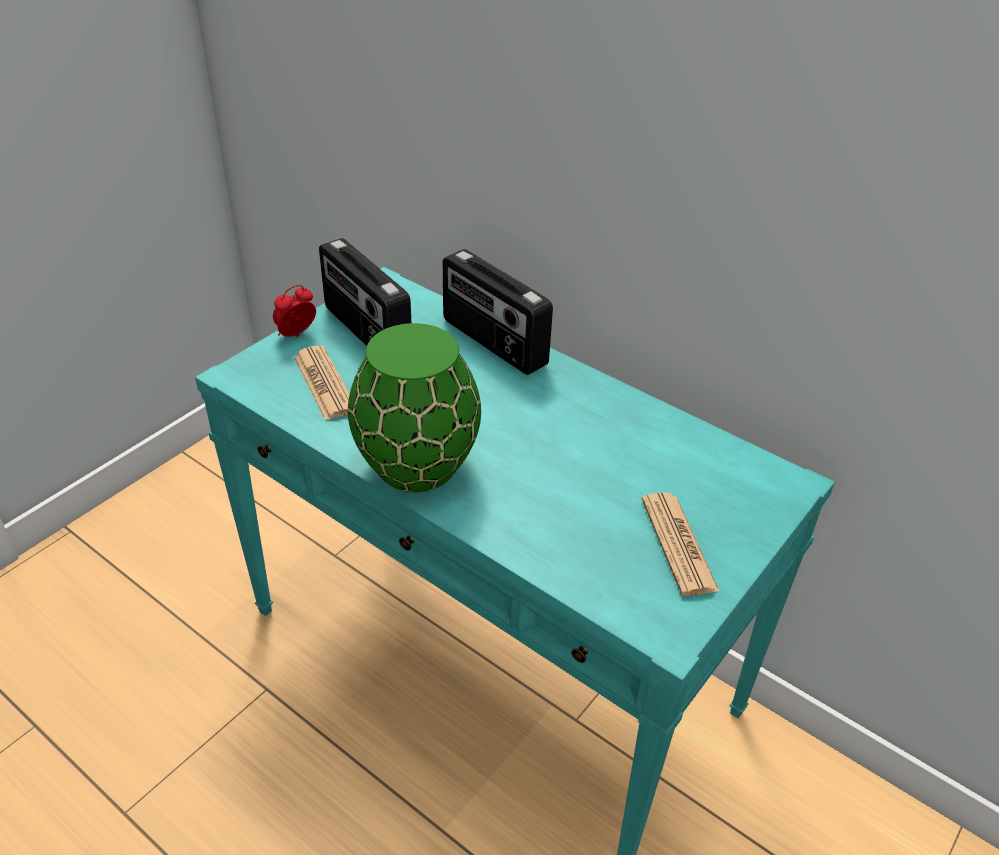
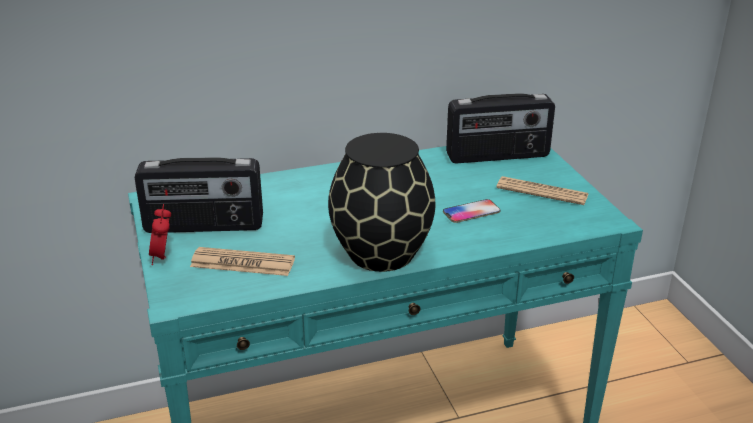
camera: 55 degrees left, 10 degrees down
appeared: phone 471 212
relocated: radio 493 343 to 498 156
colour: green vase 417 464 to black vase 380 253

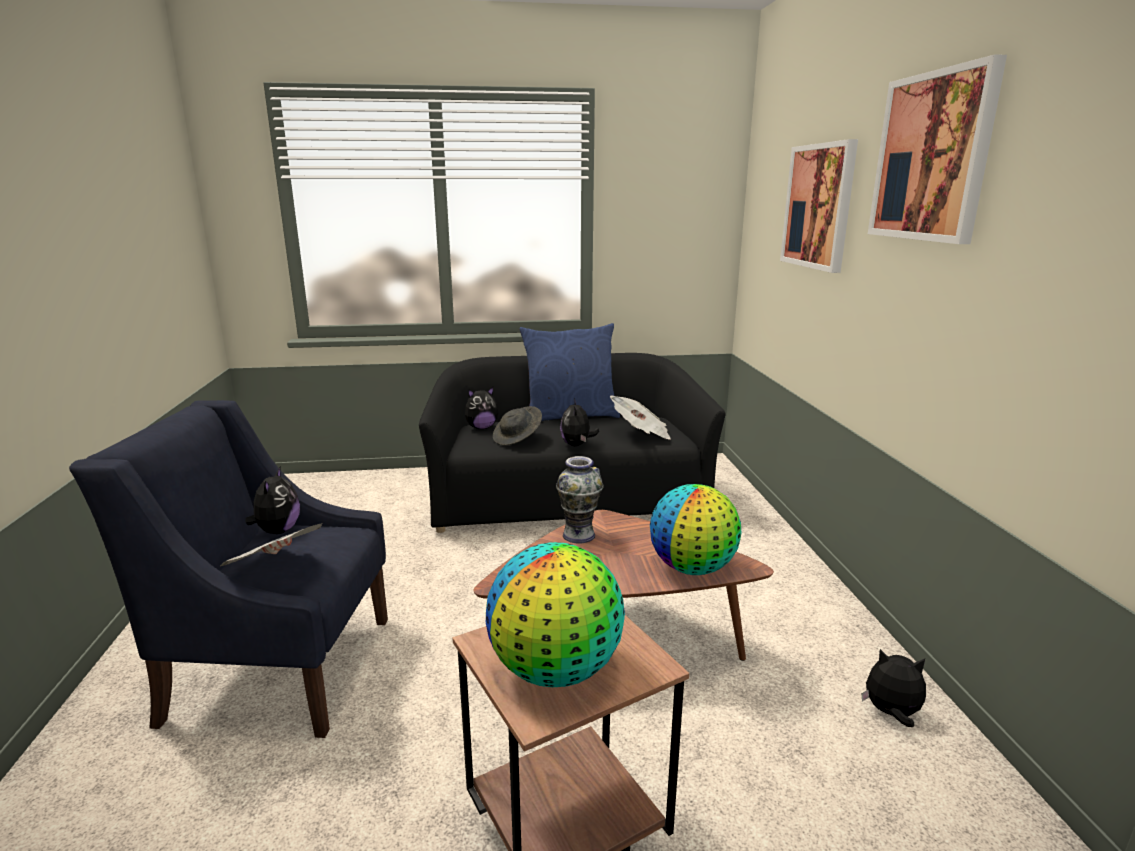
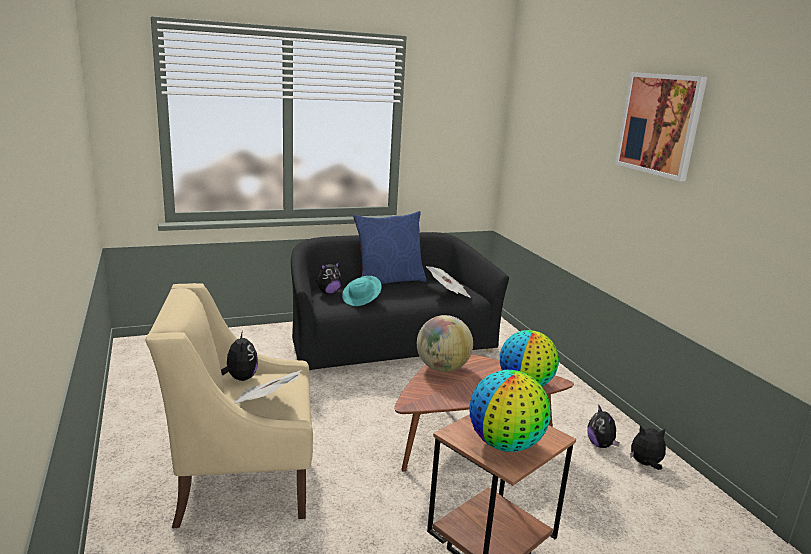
camera: 15 degrees left, 0 degrees up
missing: picture 819 206
relocated: plush toy 577 445 to 601 445
exchanged: vase 578 535 to globe 442 368
colour: blue armchair 279 667 to beige armchair 242 478; grey hat 517 438 to turquoise hat 361 300

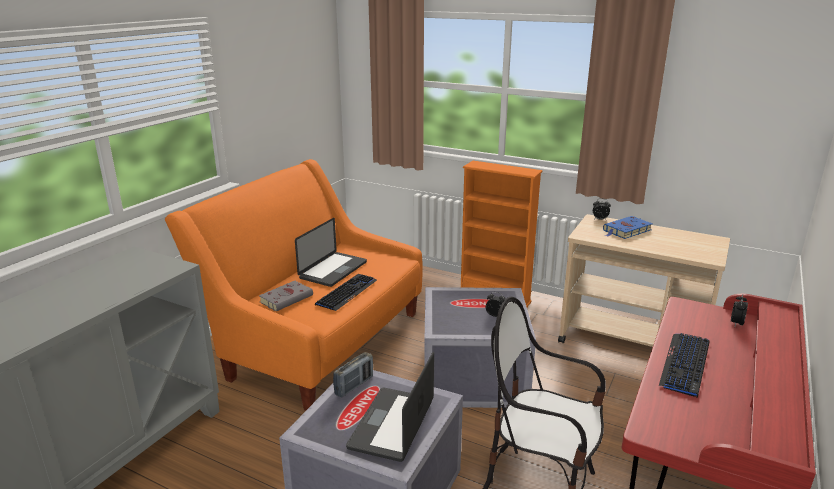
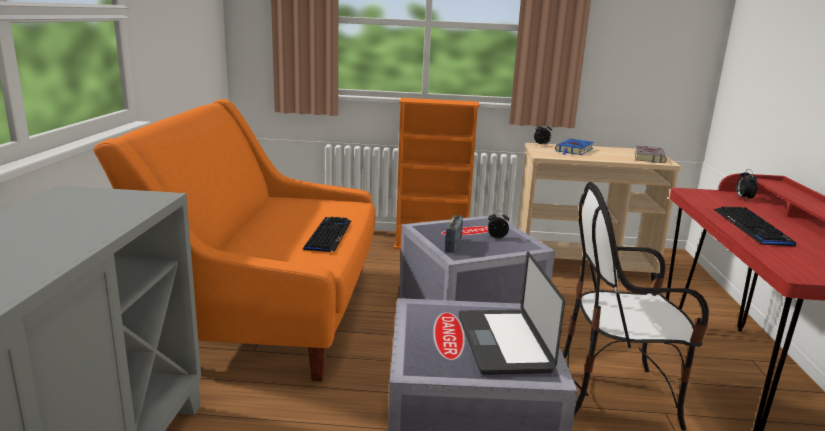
camera: 25 degrees left, 5 degrees down
missing: laptop 333 270
relocated: grey book 287 298 to 648 157; radio 354 386 to 453 245

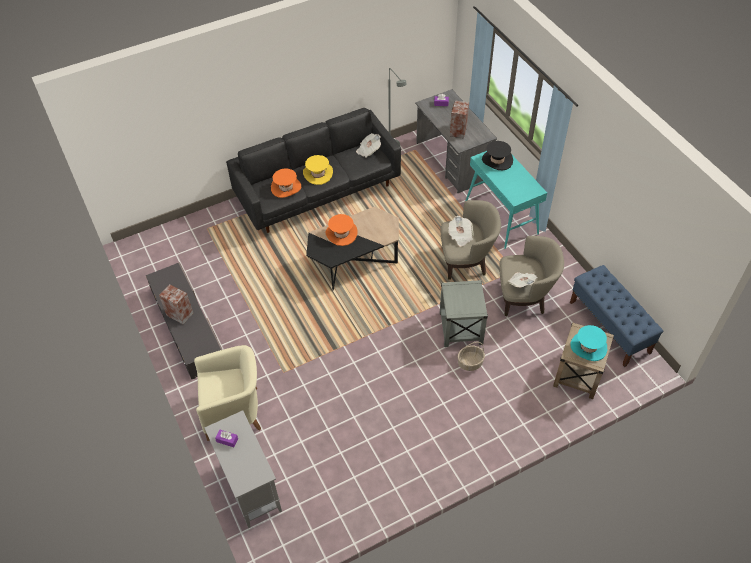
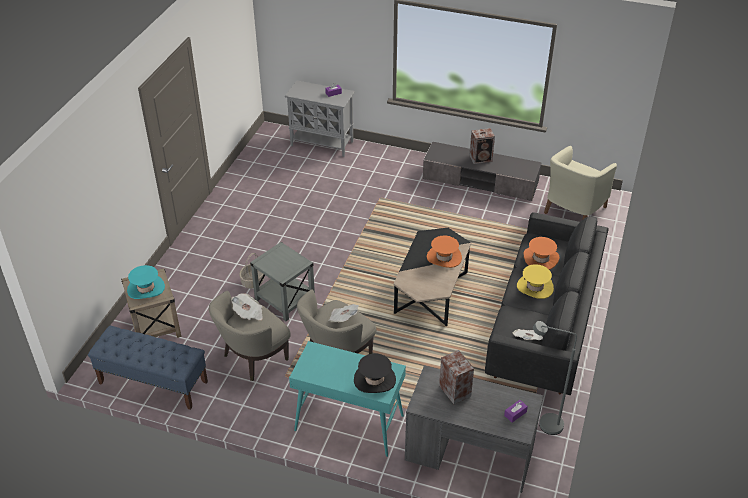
camera: 135 degrees right, 10 degrees down
relocated: beige armchair 234 412 to 573 210

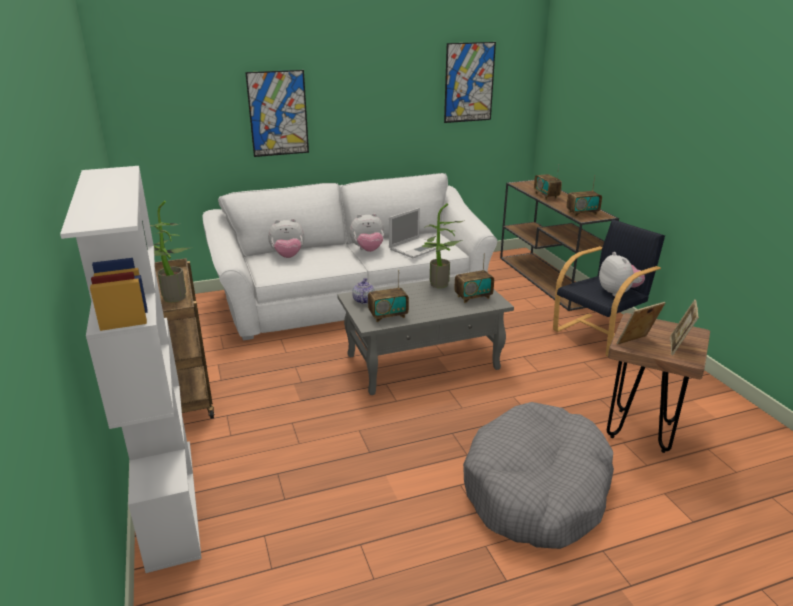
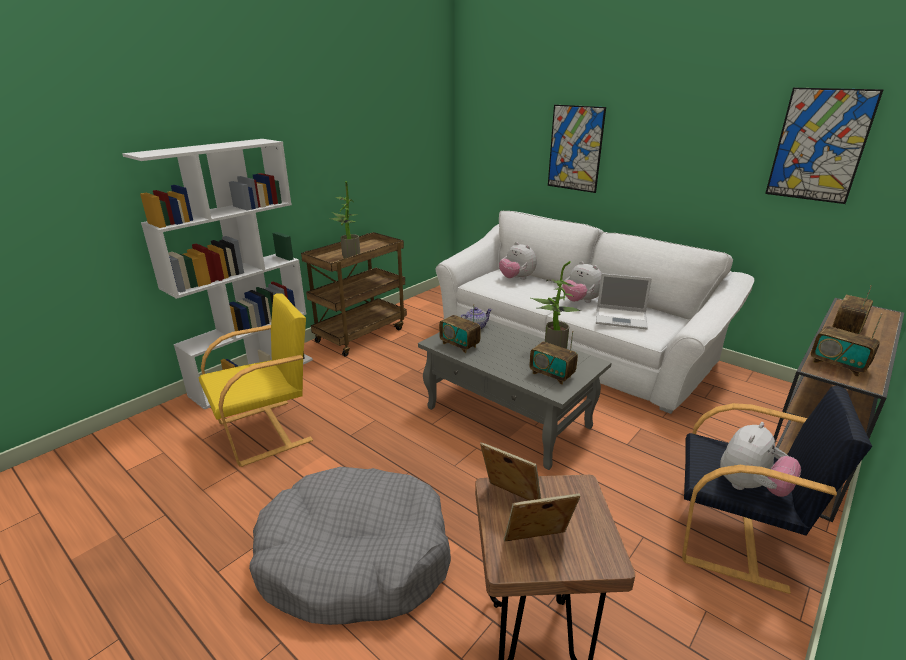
camera: 60 degrees right, 0 degrees up
appeared: yellow armchair 267 431

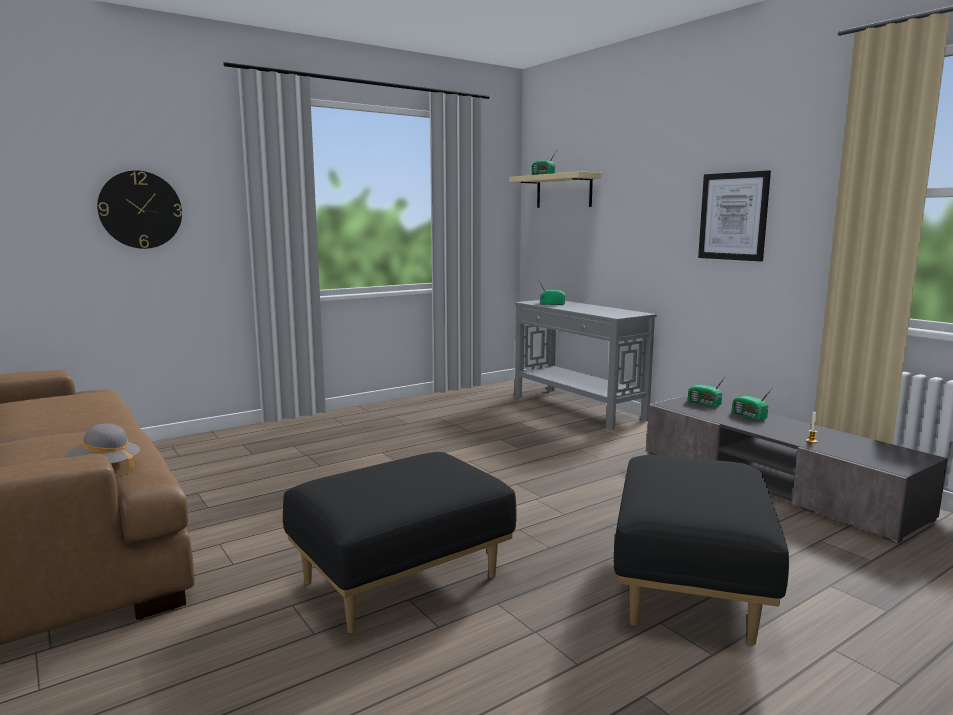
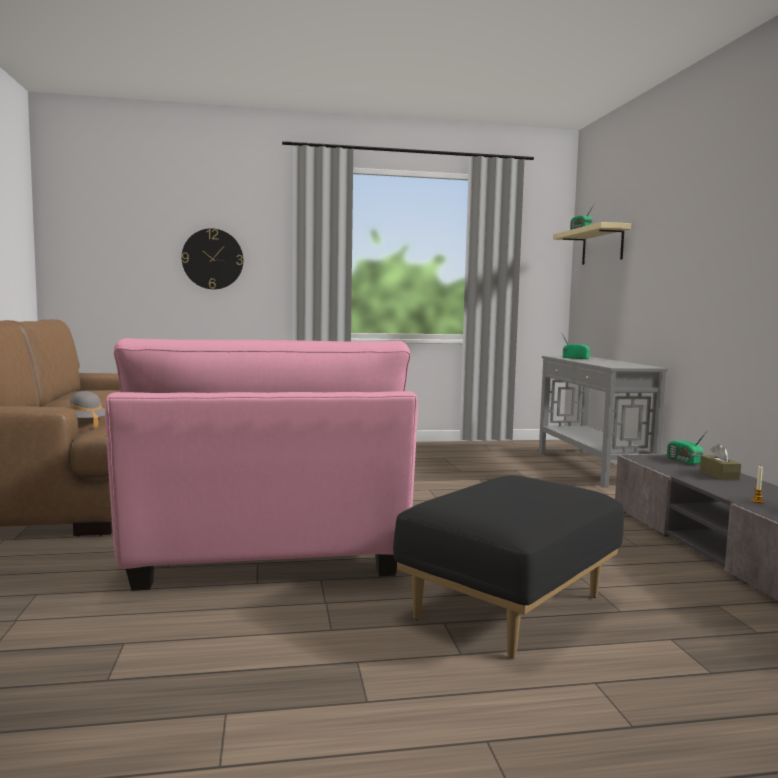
camera: 25 degrees right, 5 degrees down
missing: picture 733 216
exchanged: black ottoman 401 581 to pink armchair 266 552; radio 749 416 to brown tissue box 719 475

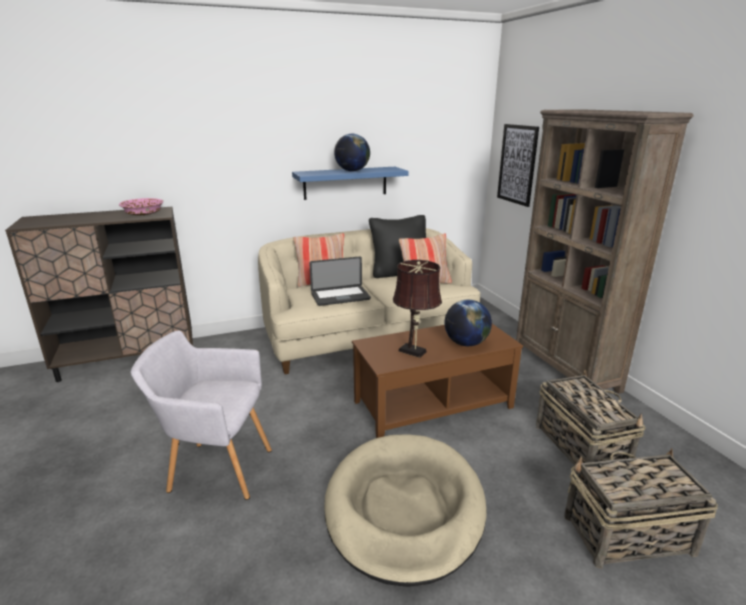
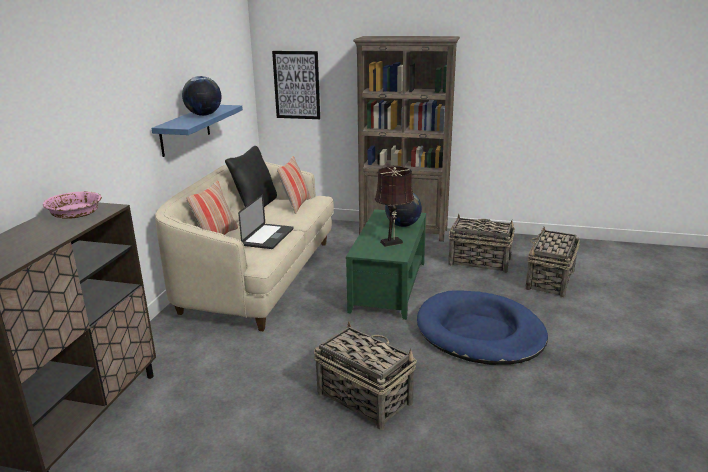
camera: 55 degrees left, 0 degrees up
exchanged: grey armchair 216 468 to basket 363 397
colour: beige dog bed 404 508 to blue dog bed 479 332; brown coffee table 433 404 to green coffee table 388 286

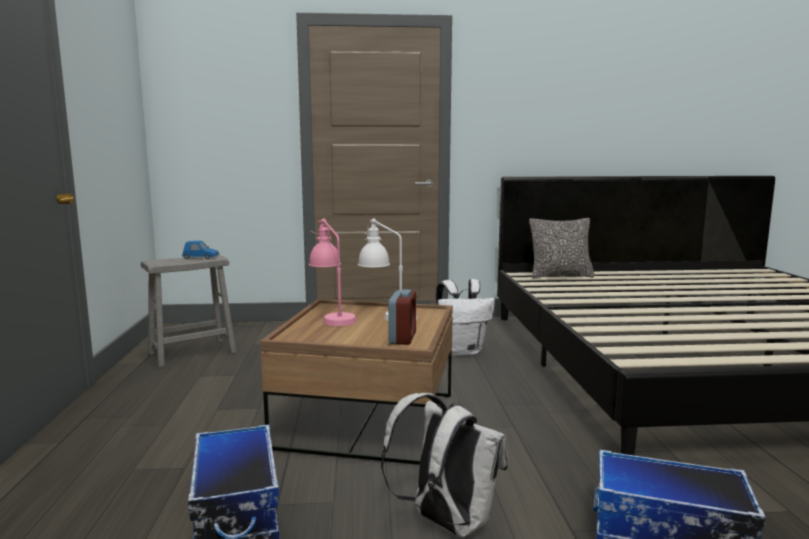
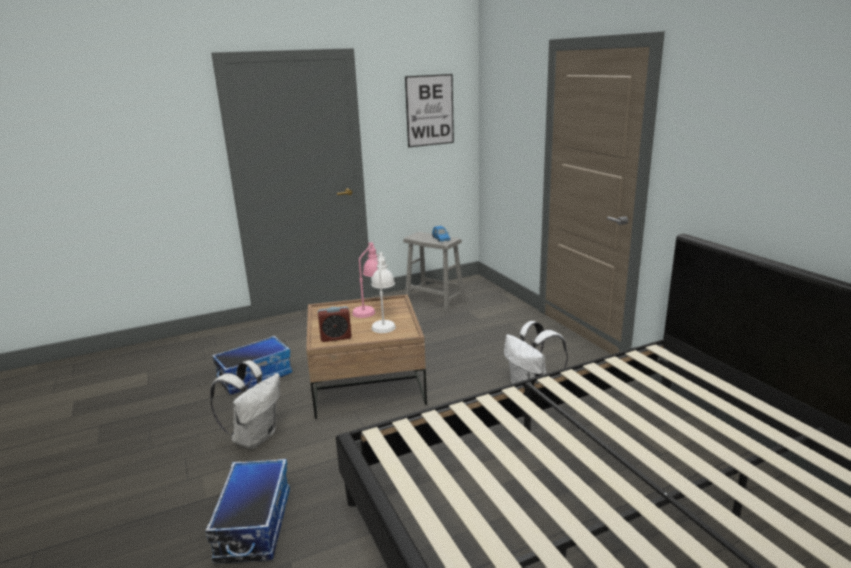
camera: 70 degrees right, 10 degrees up
missing: pillow 560 276
appeared: picture 429 110

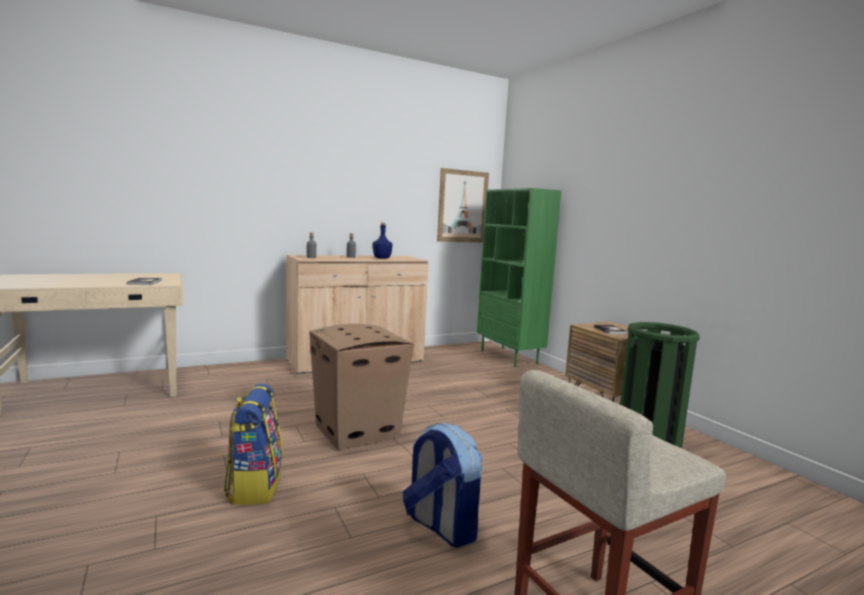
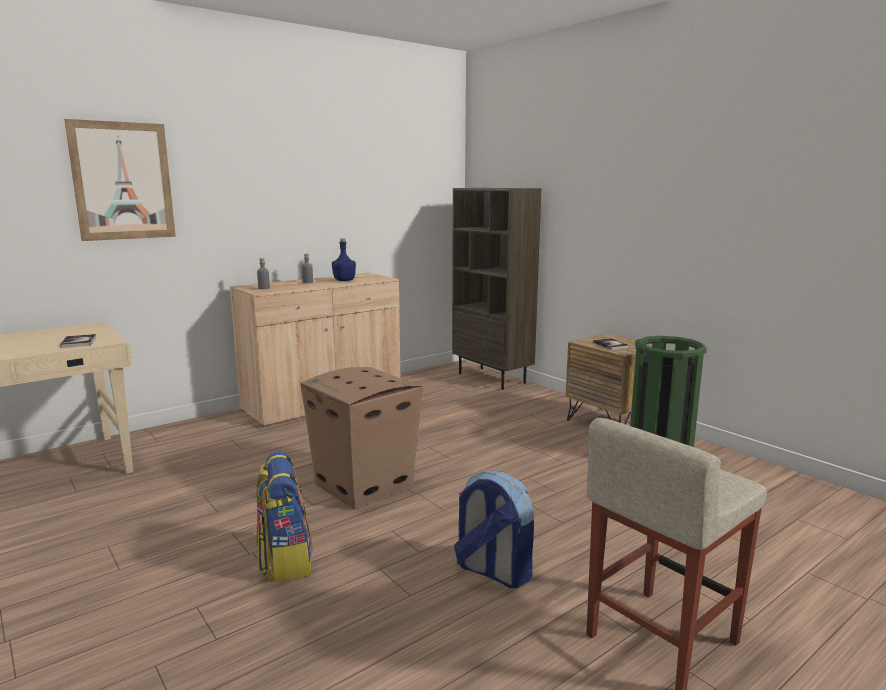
camera: 10 degrees left, 5 degrees up
relocated: picture 462 206 to 123 181
colour: green bookcase 509 357 to brown bookcase 492 378

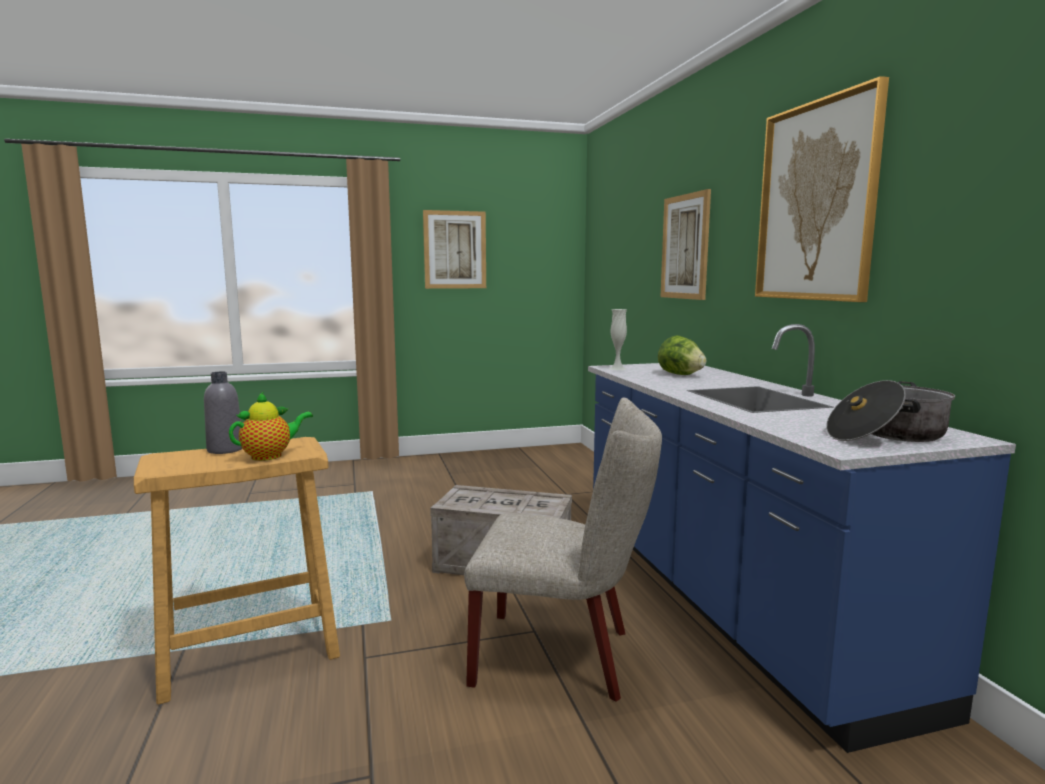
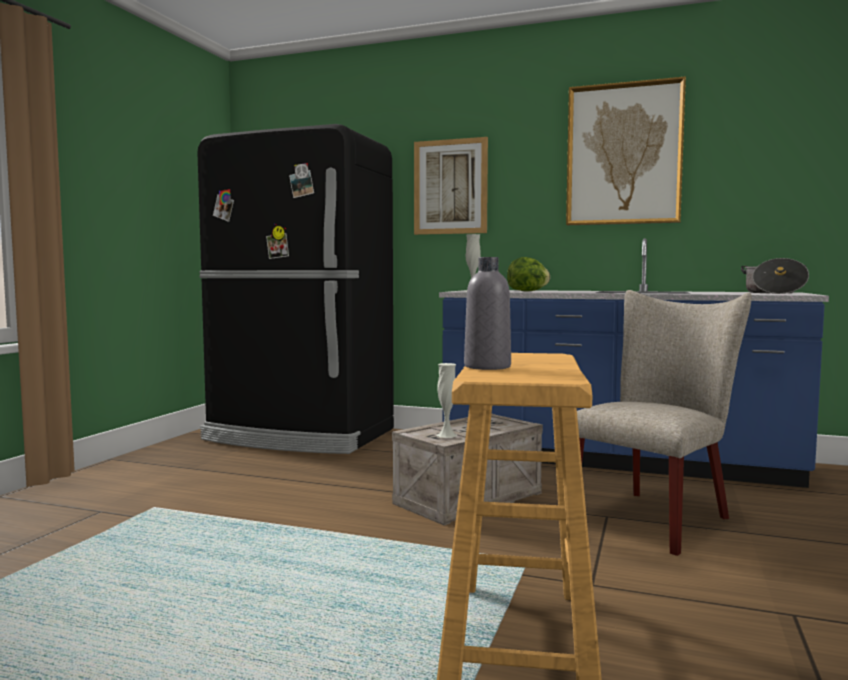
camera: 55 degrees left, 5 degrees down
missing: teapot 270 456; picture 455 250
appeared: black fridge 300 436; white vase 446 435

